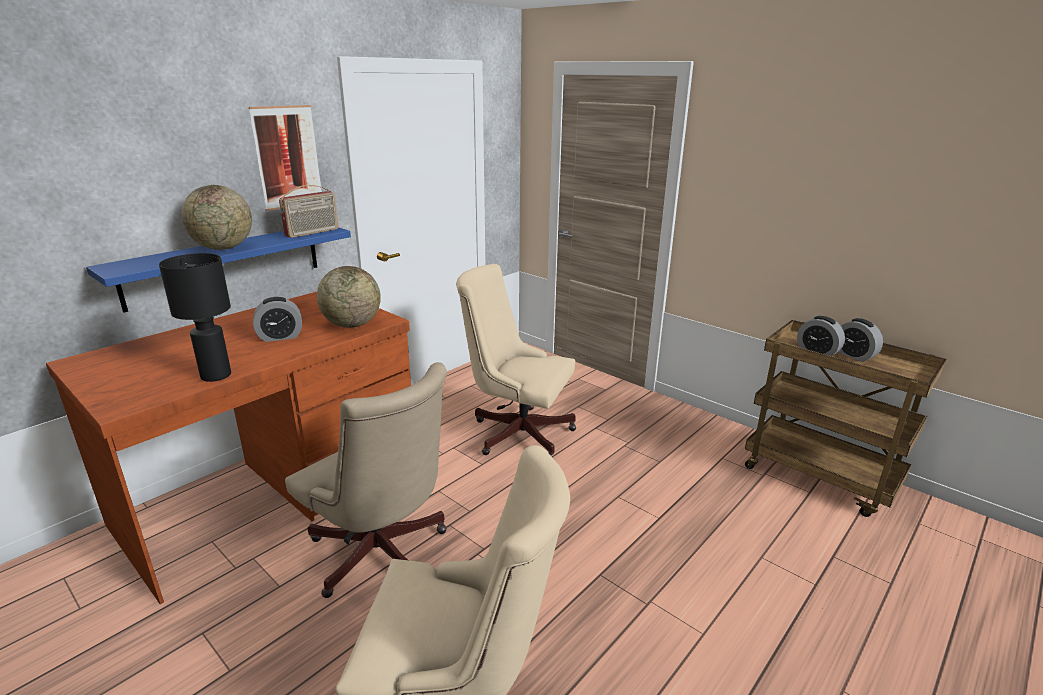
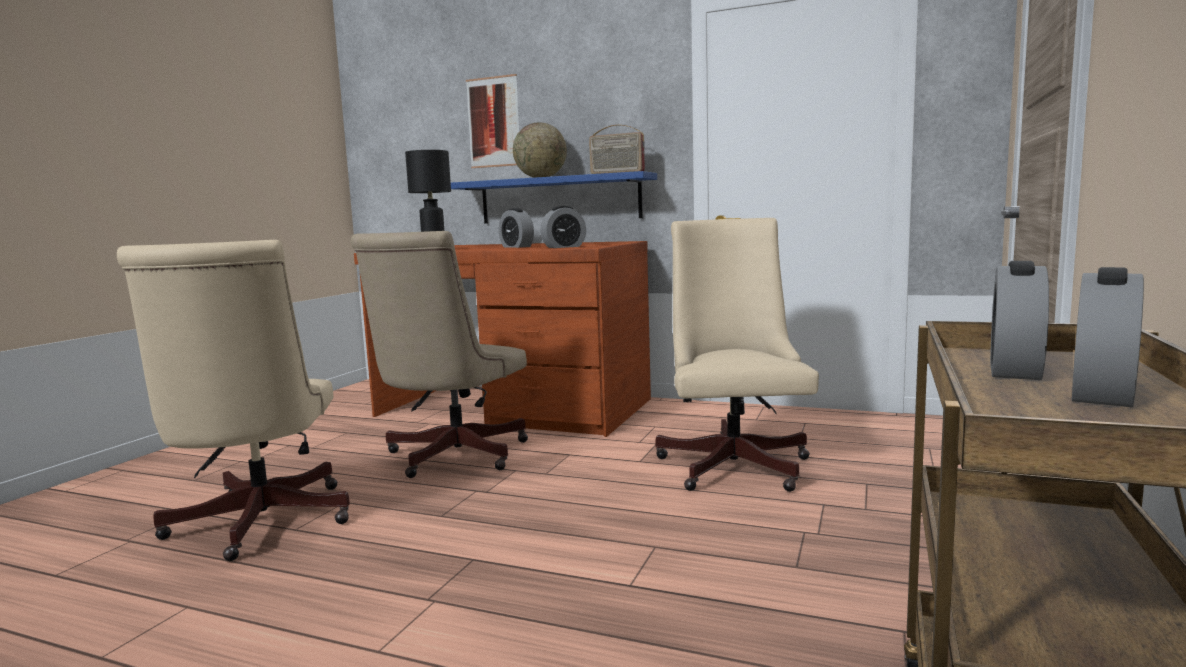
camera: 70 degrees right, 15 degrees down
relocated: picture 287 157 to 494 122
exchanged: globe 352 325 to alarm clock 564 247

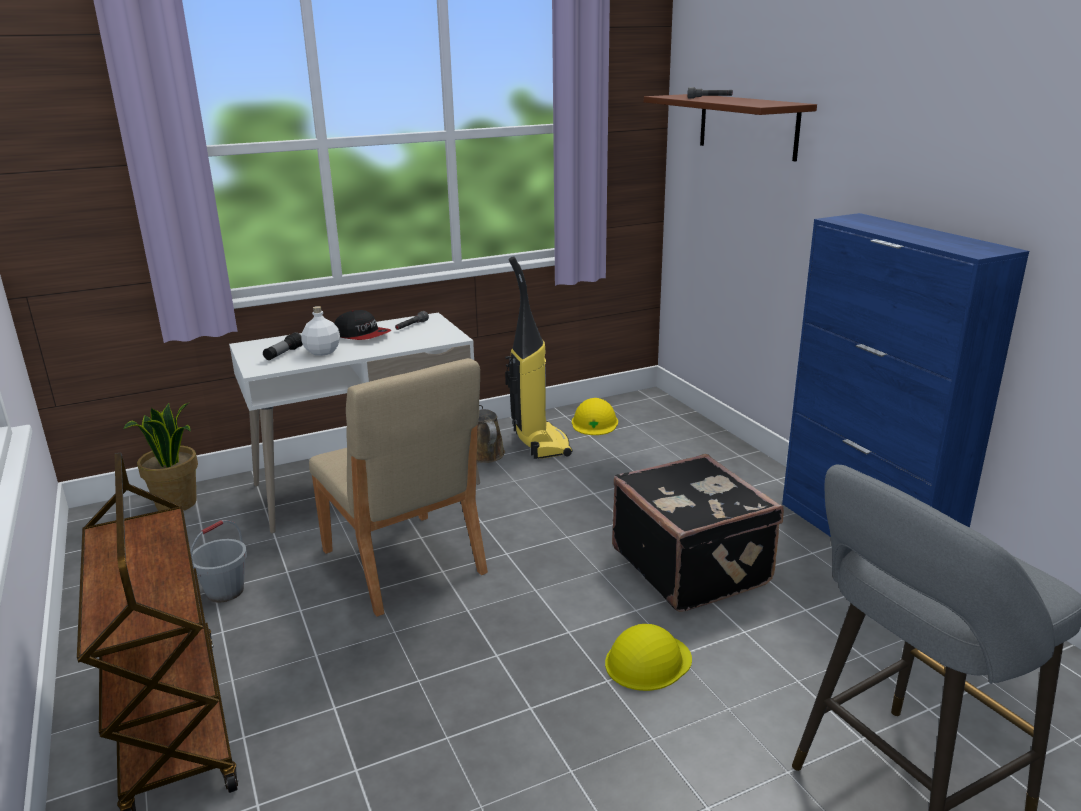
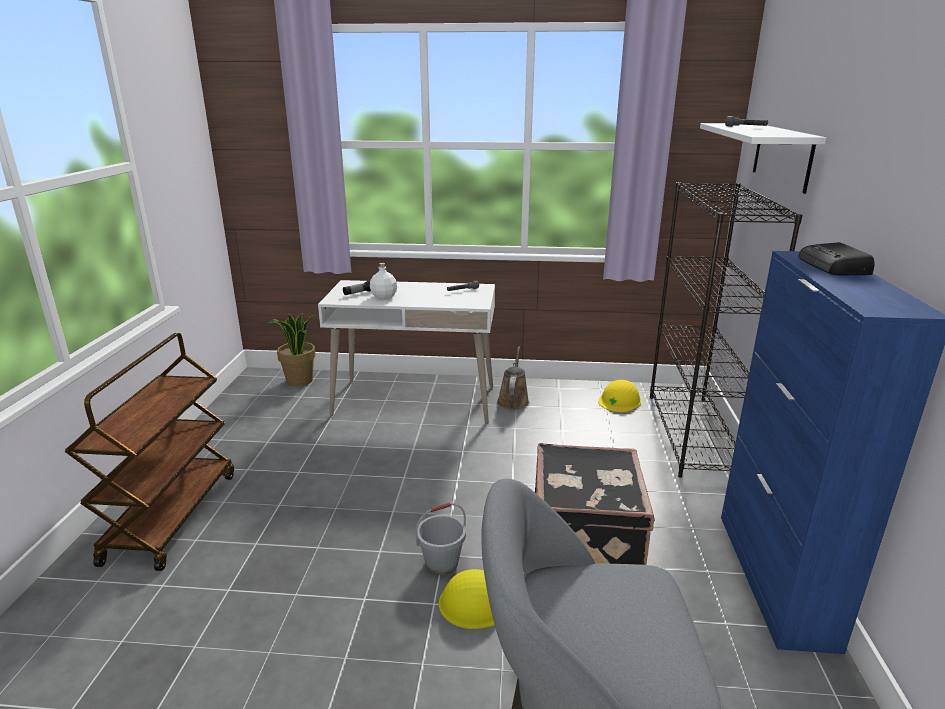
camera: 30 degrees right, 0 degrees up
missing: beige chair 403 563; cap 362 335; vacuum cleaner 540 443
appeared: black bookcase 693 434; radio 834 267
relocated: grey bucket 225 591 to 442 563
colour: brown shelf 747 125 to white shelf 782 155

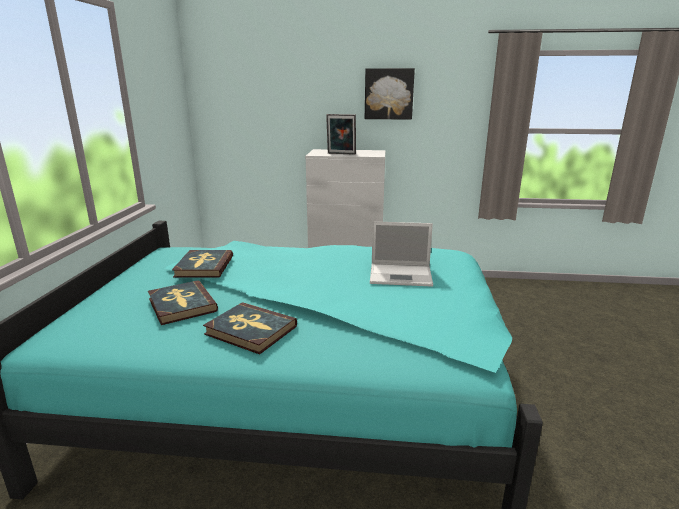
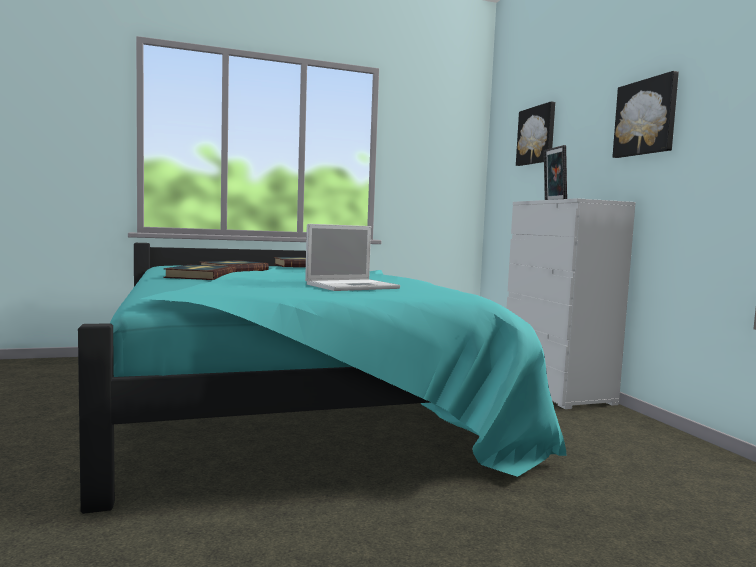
camera: 65 degrees right, 15 degrees down
appeared: picture 537 135
spun: laptop 402 275 = 353 286 105 degrees counterclockwise

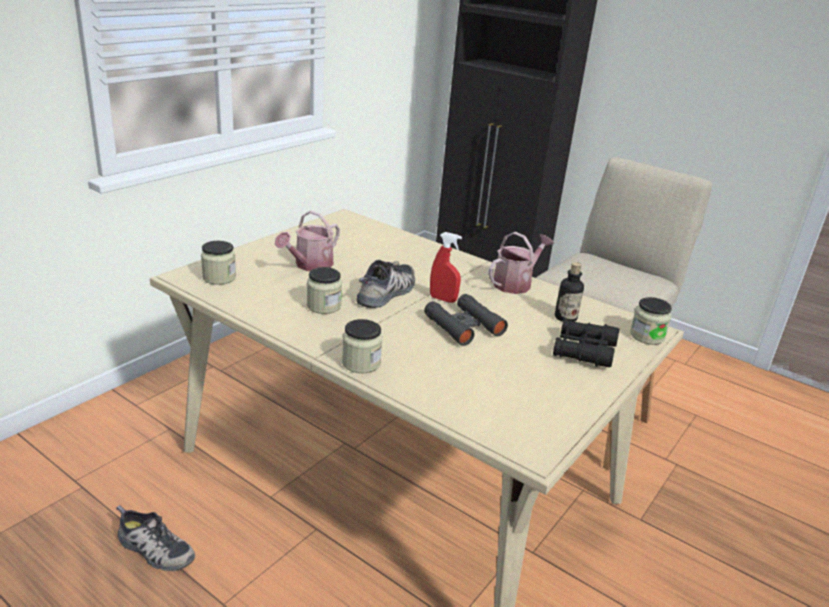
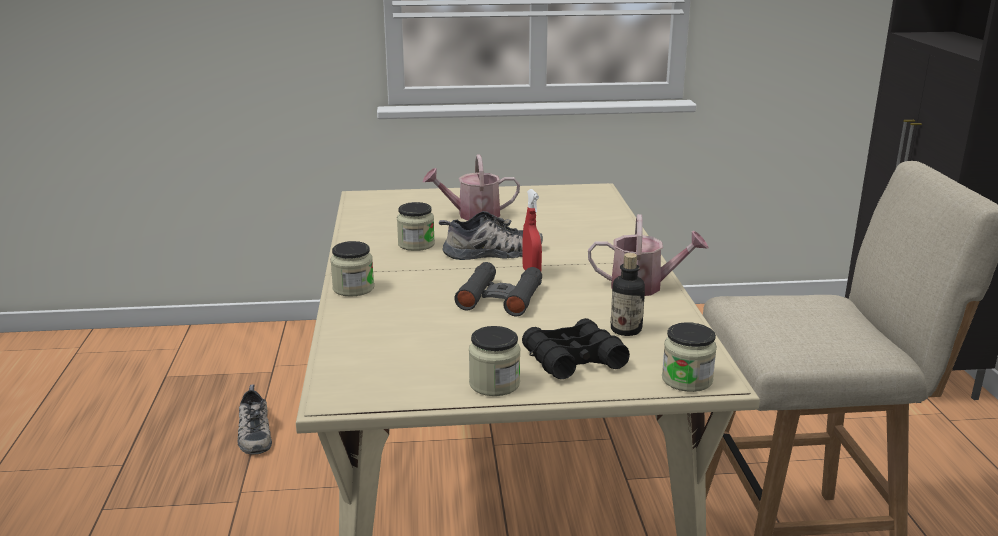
camera: 50 degrees right, 5 degrees down
relocated: jar 219 277 to 494 384

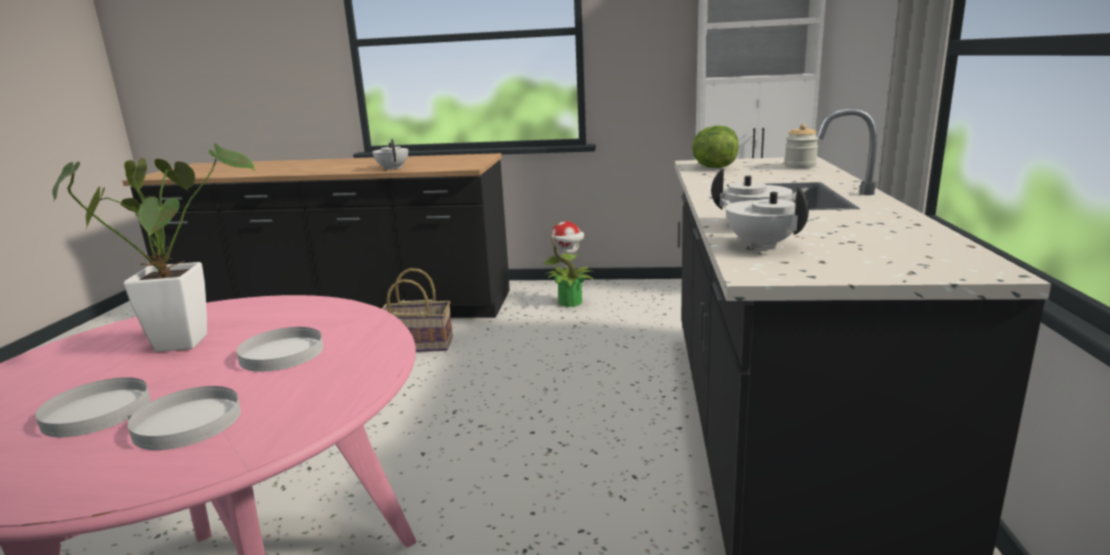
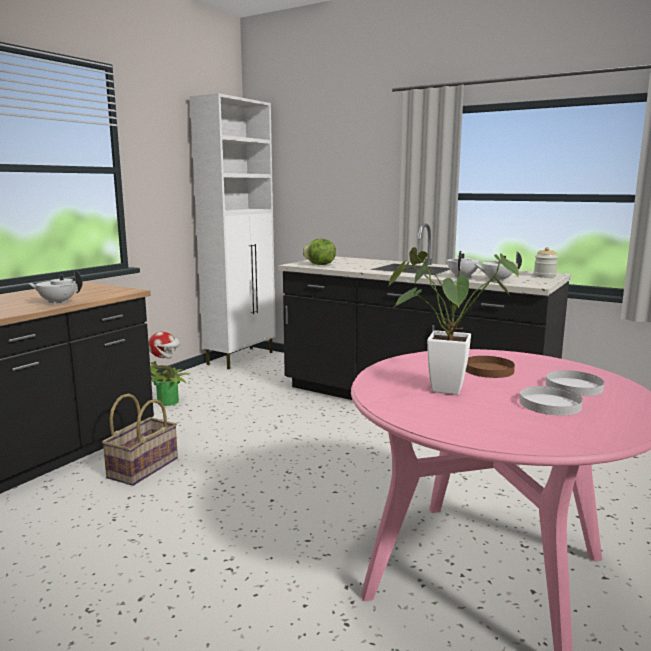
camera: 65 degrees left, 5 degrees down
relocated: jar 800 166 to 544 276
colour: white plate 281 353 to brown plate 488 370

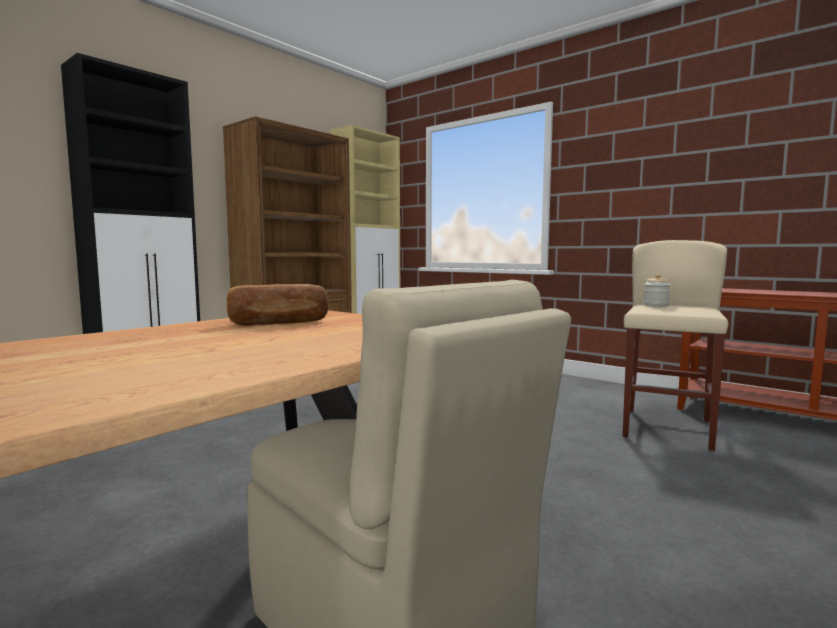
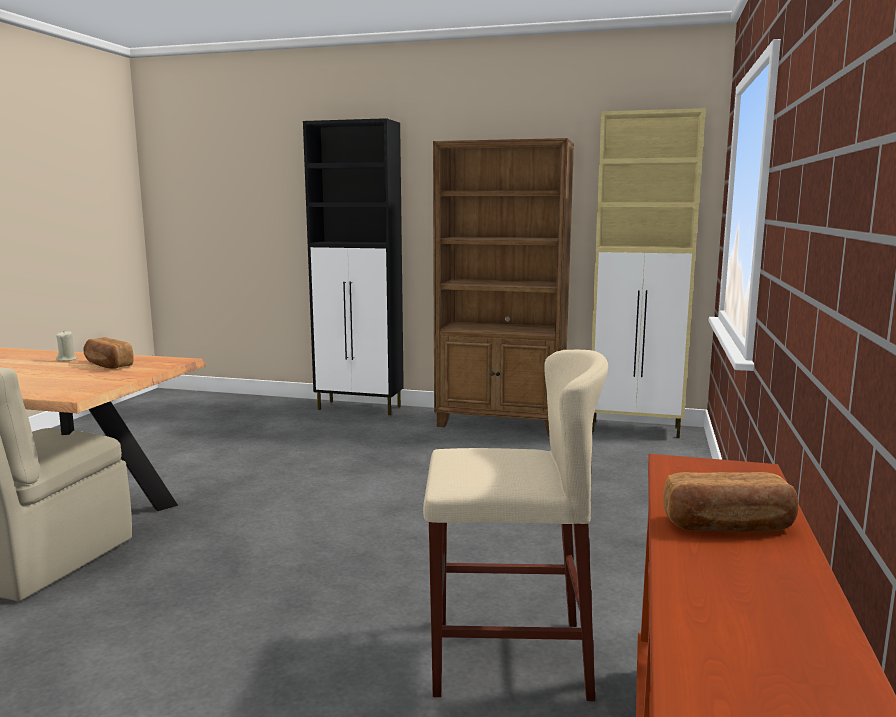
camera: 65 degrees right, 5 degrees up
missing: jar 656 305
appeared: beige candle 67 360; bread 728 525

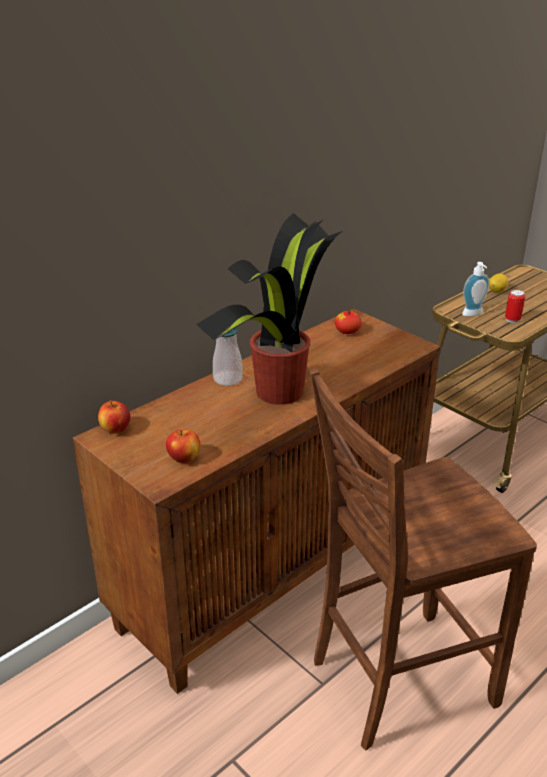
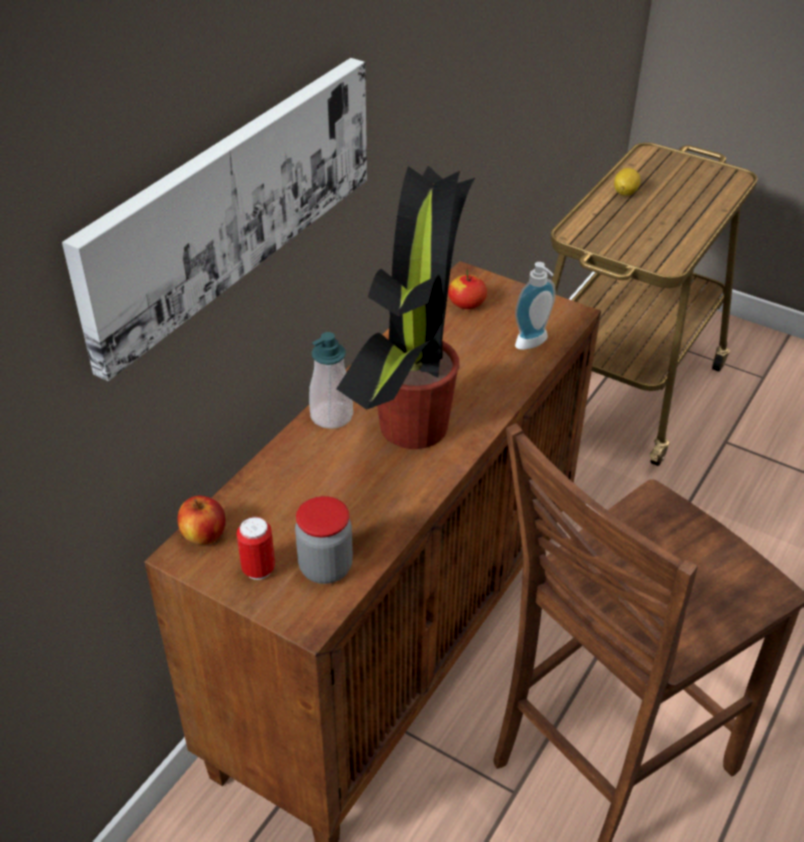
camera: 15 degrees left, 10 degrees up
appeared: picture 231 203
relocated: soap dispenser 474 314 to 534 344; can 512 320 to 258 569
exchanged: apple 184 458 to jar 325 568

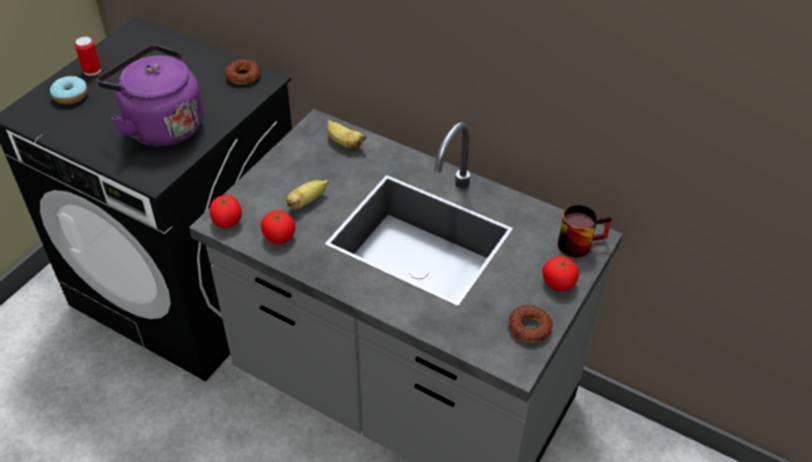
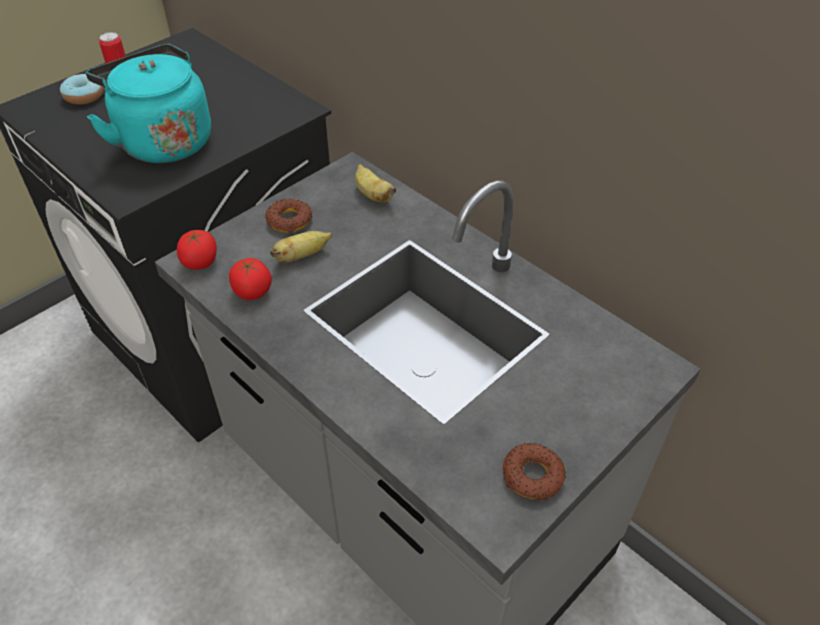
camera: 15 degrees right, 0 degrees up
missing: tomato 558 283; mug 579 241
relocated: donut 243 76 to 289 220
colour: purple kettle 161 126 to turquoise kettle 163 141

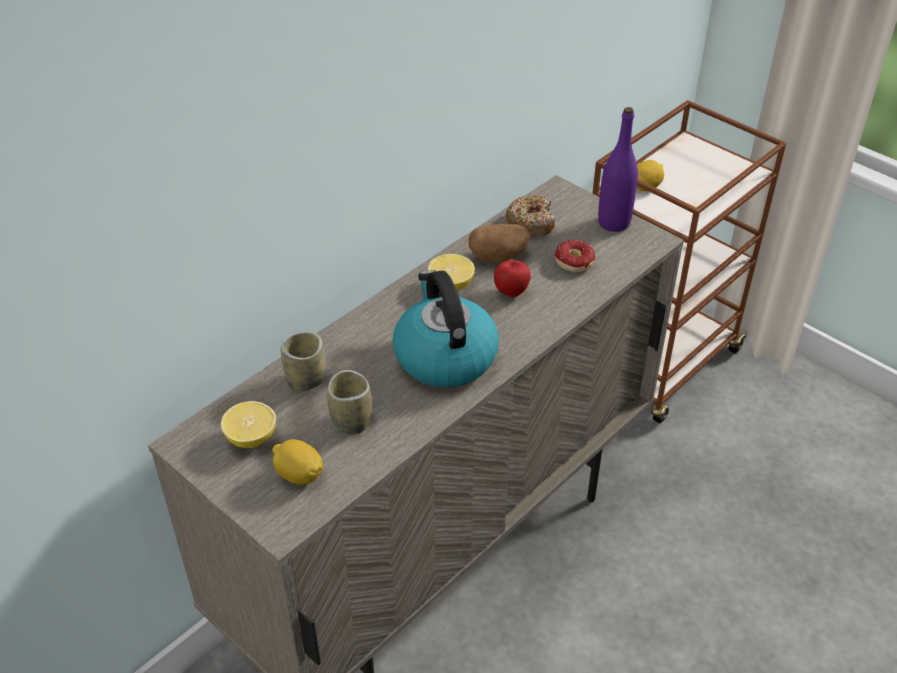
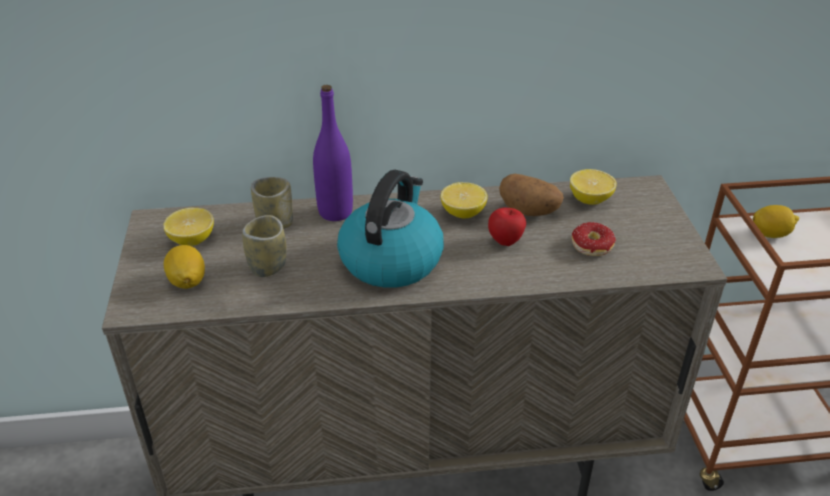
camera: 40 degrees right, 5 degrees down
relocated: purple bottle 613 223 to 335 212
exchanged: donut 530 223 to lemon 590 199

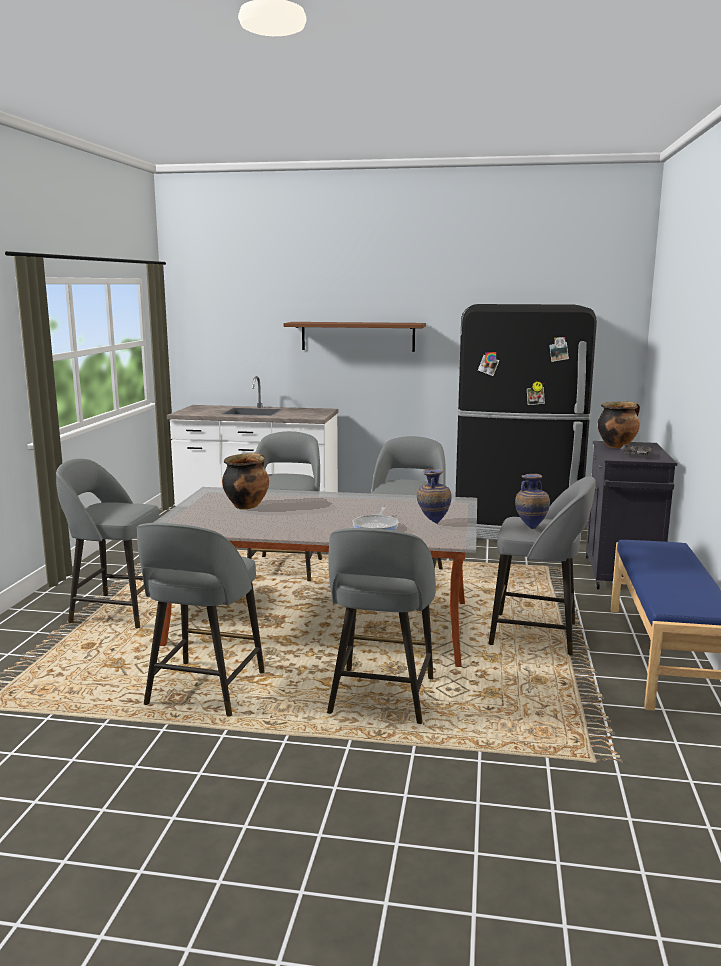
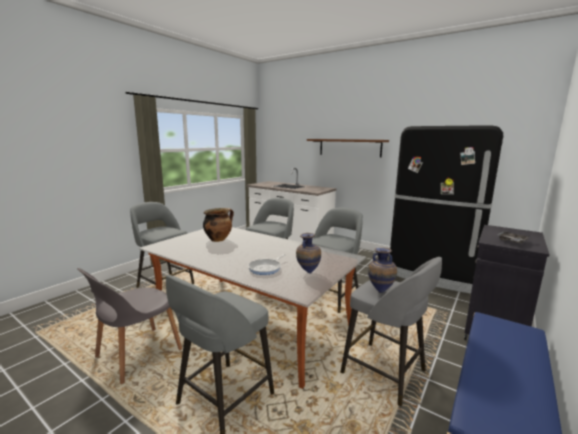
camera: 25 degrees right, 0 degrees up
missing: cooking pot 617 446
exchanged: grey stool 204 690 to grey chair 136 354

